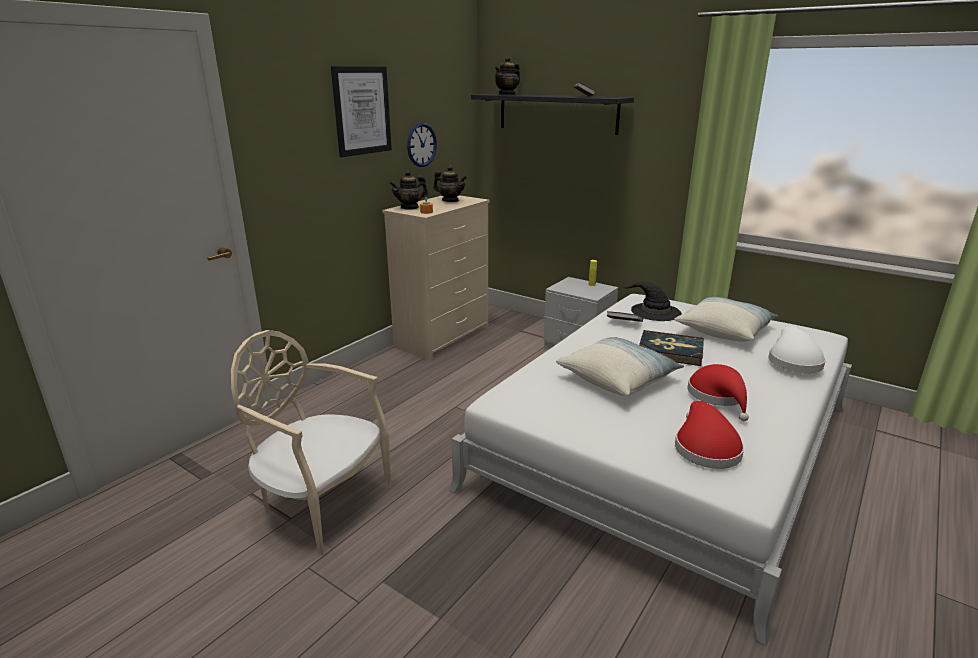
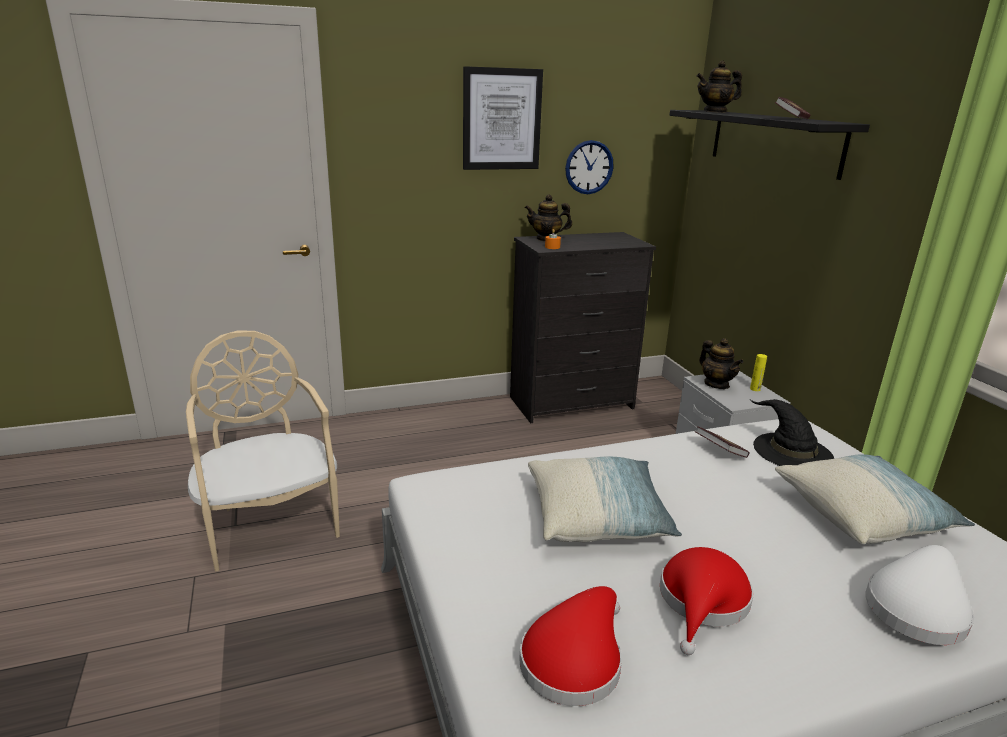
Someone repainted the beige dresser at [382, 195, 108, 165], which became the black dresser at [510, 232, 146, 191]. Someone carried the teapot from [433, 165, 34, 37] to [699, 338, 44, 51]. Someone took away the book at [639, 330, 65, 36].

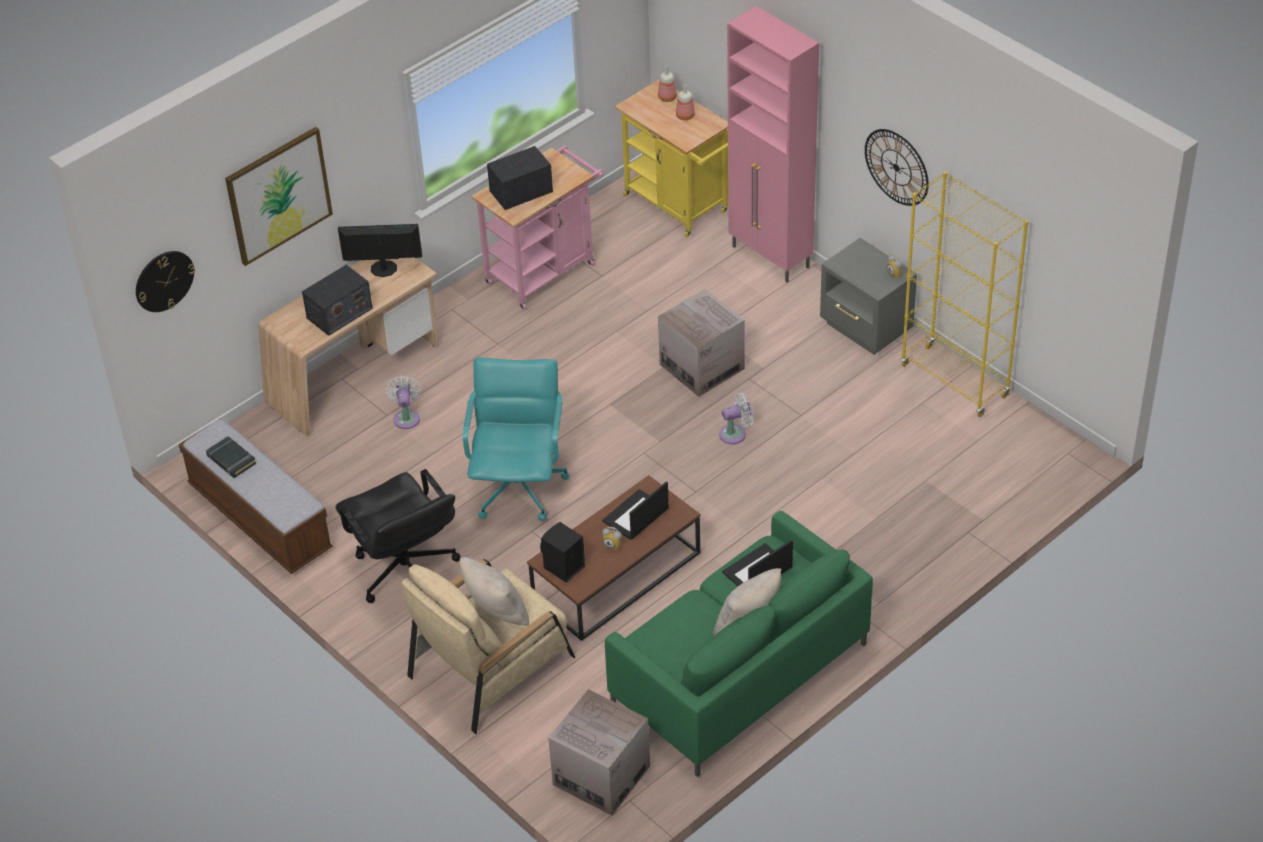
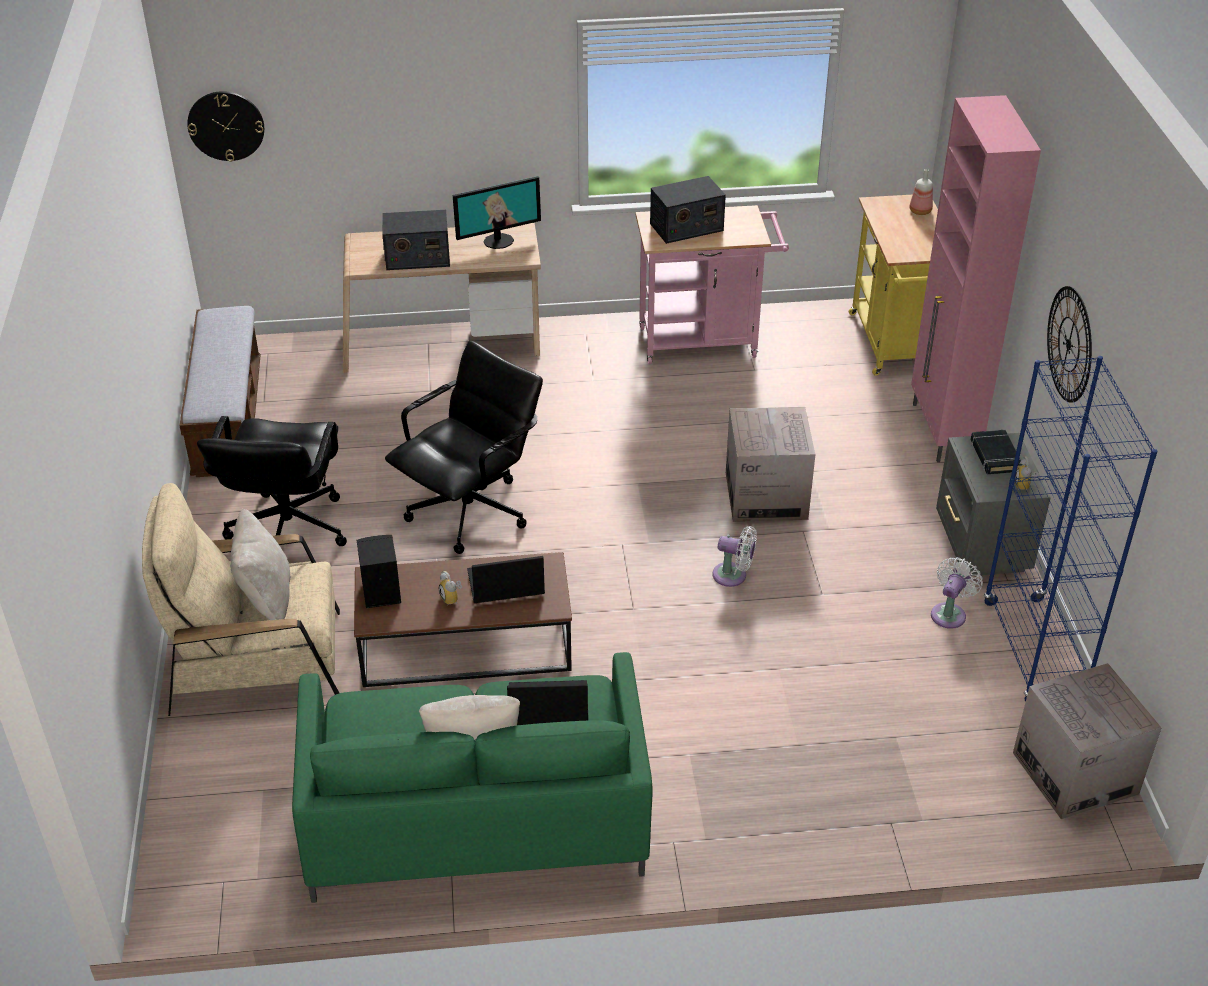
Someone repainted the turquoise office chair at [463, 357, 107, 164], which became the black office chair at [385, 341, 158, 213]. Someone rotated the monitor at [338, 224, 84, 53] by 120 degrees clockwise. Someone rotated the radio at [487, 146, 66, 64] by 150 degrees clockwise. Someone carried the white fan from [385, 375, 36, 54] to [931, 557, 52, 72]. Someone carried the black book from [206, 436, 50, 42] to [971, 430, 51, 44]. Someone repainted the yellow bookcase at [901, 171, 127, 246], which became the blue bookcase at [984, 356, 174, 346]. Someone carried the cardboard box from [548, 689, 102, 127] to [1013, 663, 149, 156]. Someone took away the picture at [225, 127, 108, 139]. Someone took away the bottle at [676, 84, 19, 36].

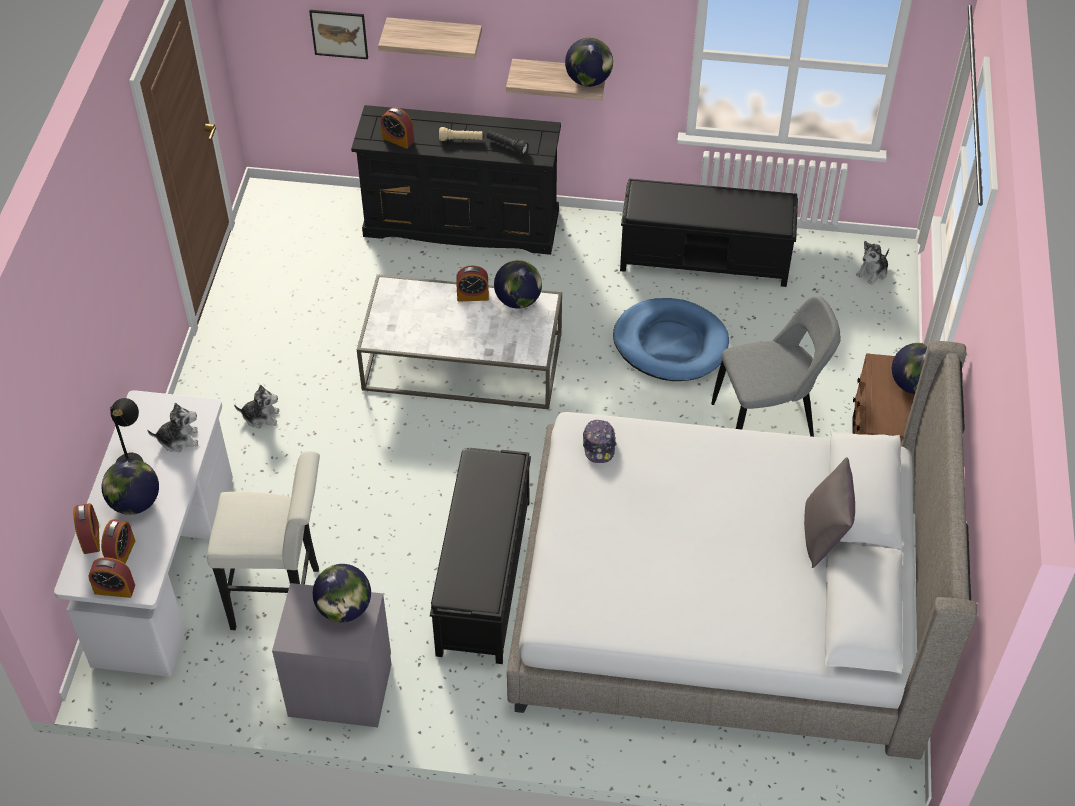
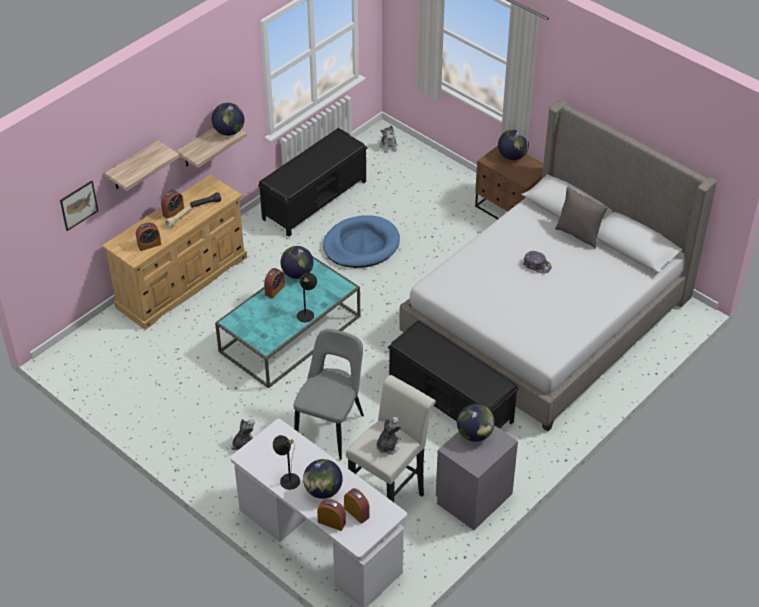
Someone repainted the black dresser at [351, 105, 210, 150], which became the beige dresser at [102, 174, 145, 156]. Someone carried the alarm clock from [88, 557, 47, 41] to [161, 189, 23, 29]. Someone repainted the white coffee table at [357, 274, 205, 135], which became the turquoise coffee table at [215, 256, 145, 132]. Someone carried the grey chair from [711, 296, 130, 141] to [293, 329, 71, 131]. Someone put down the black table lamp at [297, 273, 20, 49]. Someone carried the plush toy from [147, 403, 51, 49] to [376, 417, 25, 38]. Someone carried the cap from [583, 420, 33, 43] to [523, 251, 29, 22].

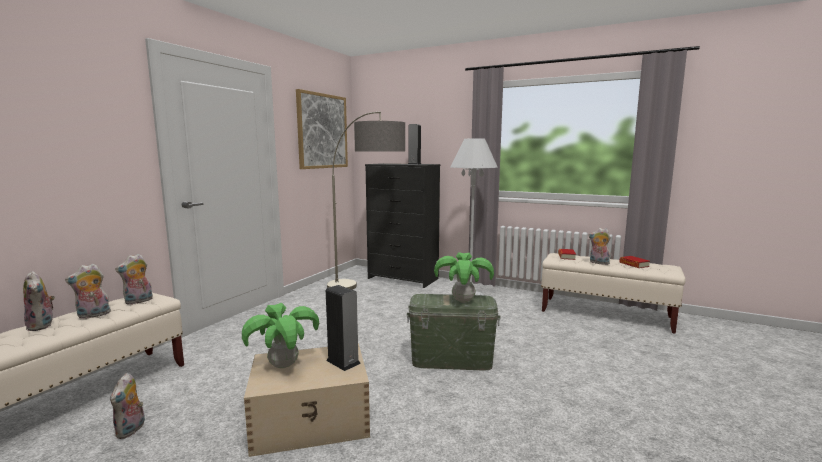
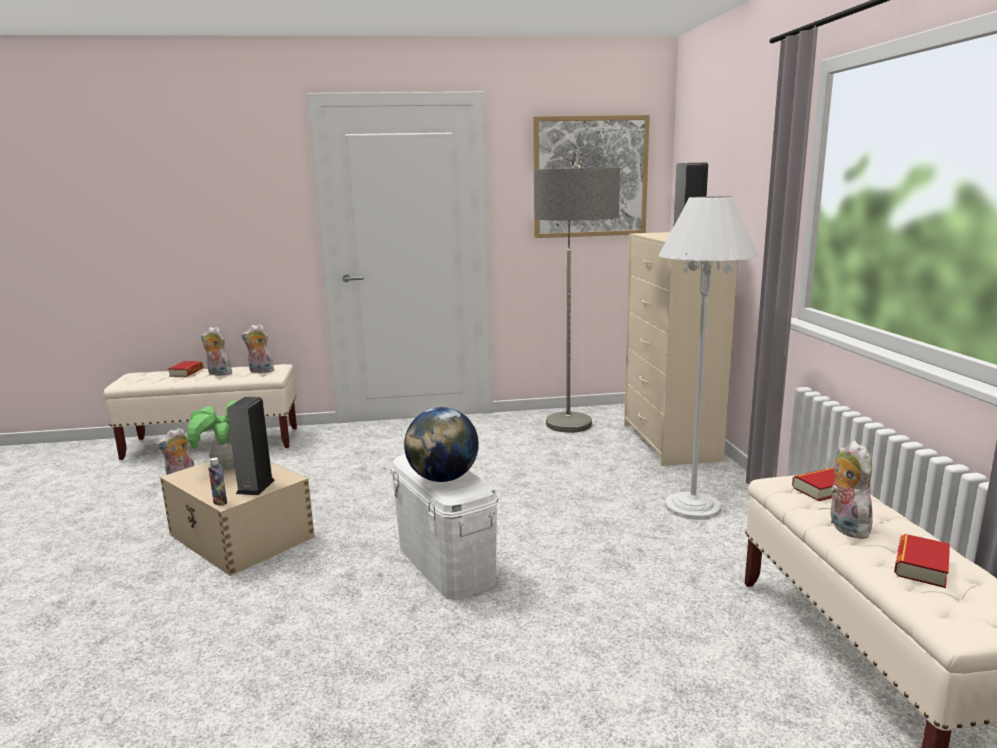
Someone swapped the plush toy at [23, 271, 32, 60] for the book at [168, 361, 35, 16]. Someone put down the bottle at [208, 458, 19, 48]. Someone repainted the green storage box at [407, 294, 93, 77], which became the white storage box at [391, 454, 107, 146]. Someone swapped the potted plant at [434, 252, 60, 51] for the globe at [404, 407, 75, 75]. Someone repainted the black dresser at [365, 163, 76, 125], which became the beige dresser at [624, 232, 114, 234].

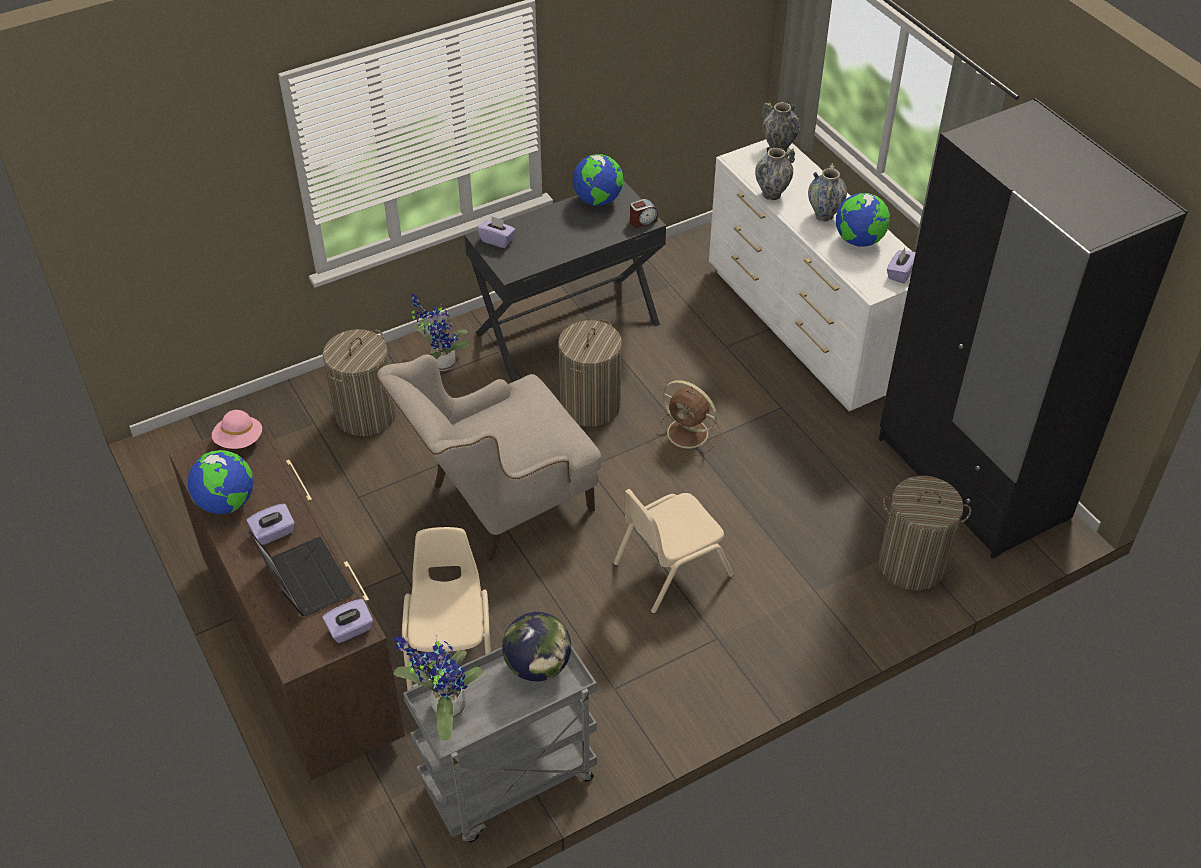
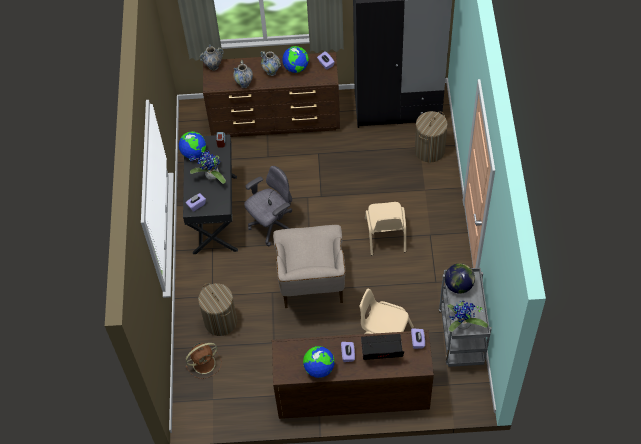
Someone carried the brown fan from [657, 380, 63, 76] to [186, 343, 35, 36]. Someone carried the potted plant from [411, 293, 58, 78] to [189, 149, 37, 35]. Someone repainted the white dresser at [709, 139, 203, 273], which became the brown dresser at [203, 52, 137, 85]. Someone swapped the laundry basket at [558, 320, 64, 107] for the grey office chair at [244, 166, 48, 80]. Someone took away the pink hat at [212, 410, 50, 39].

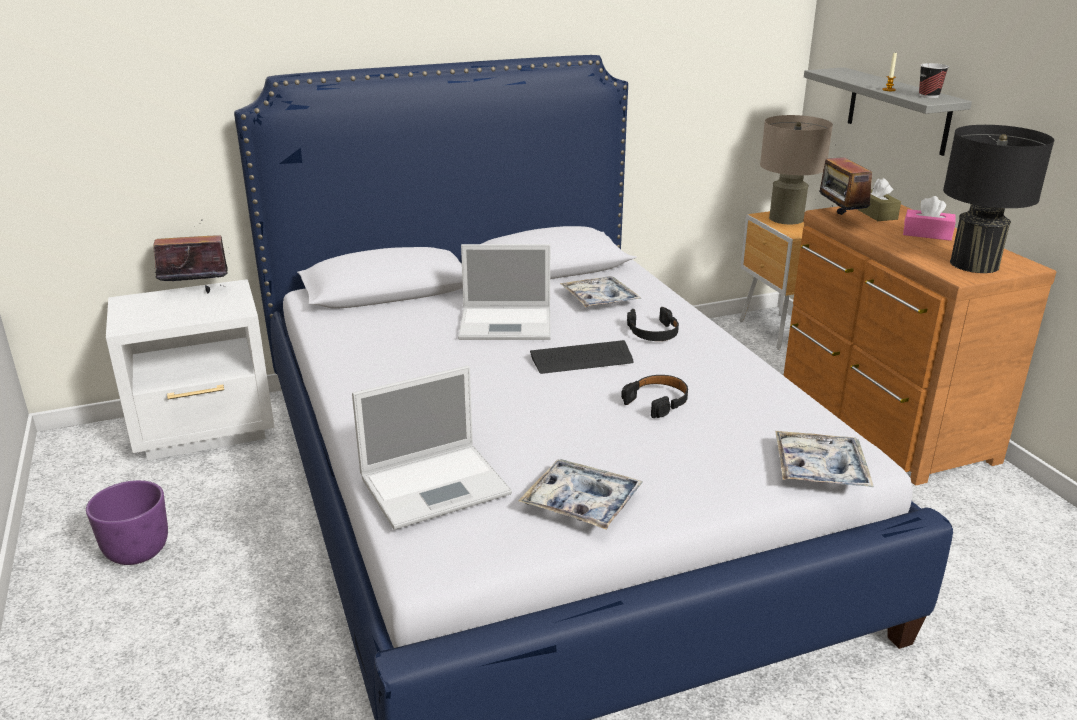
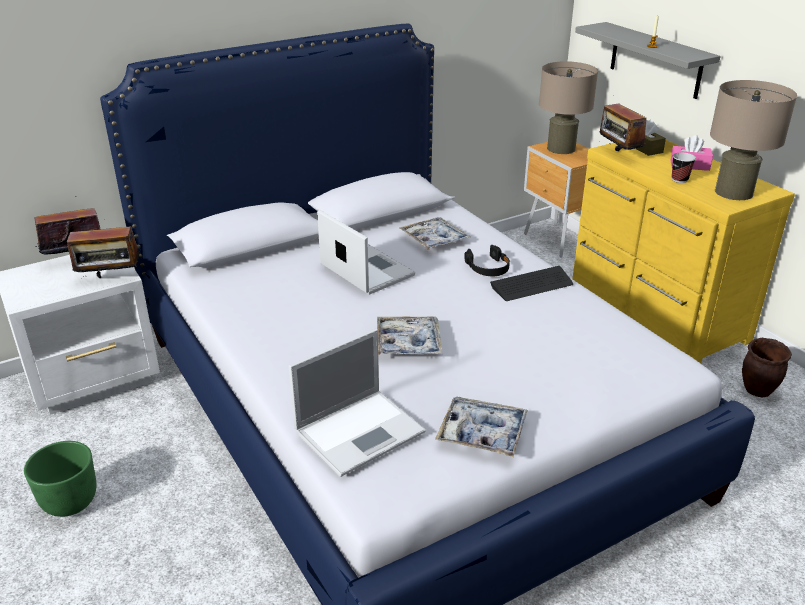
Someone repainted the purple planter at [86, 480, 82, 85], which became the green planter at [24, 441, 73, 76]. Someone put down the radio at [67, 226, 73, 53]. Someone rotated the laptop at [458, 244, 93, 96] by 120 degrees counterclockwise. Someone carried the tray from [775, 431, 99, 56] to [377, 316, 65, 39]. Someone carried the keyboard from [530, 340, 104, 34] to [490, 266, 83, 35]. Someone repainted the brown dresser at [783, 205, 273, 280], which became the yellow dresser at [572, 140, 223, 223]. Someone carried the cup from [919, 63, 30, 35] to [672, 152, 24, 31]. Someone repainted the black table lamp at [943, 125, 111, 148], which became the beige table lamp at [710, 80, 87, 120]. Someone put down the brown planter at [742, 338, 50, 60]. Someone took away the black headphones at [621, 375, 67, 43].

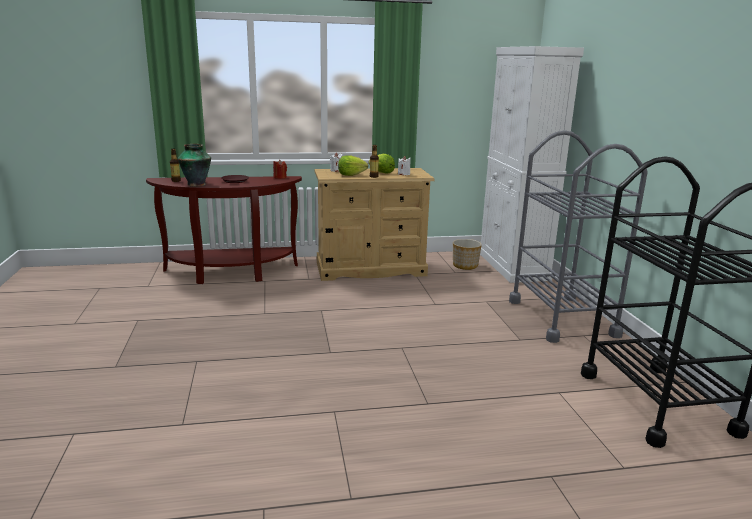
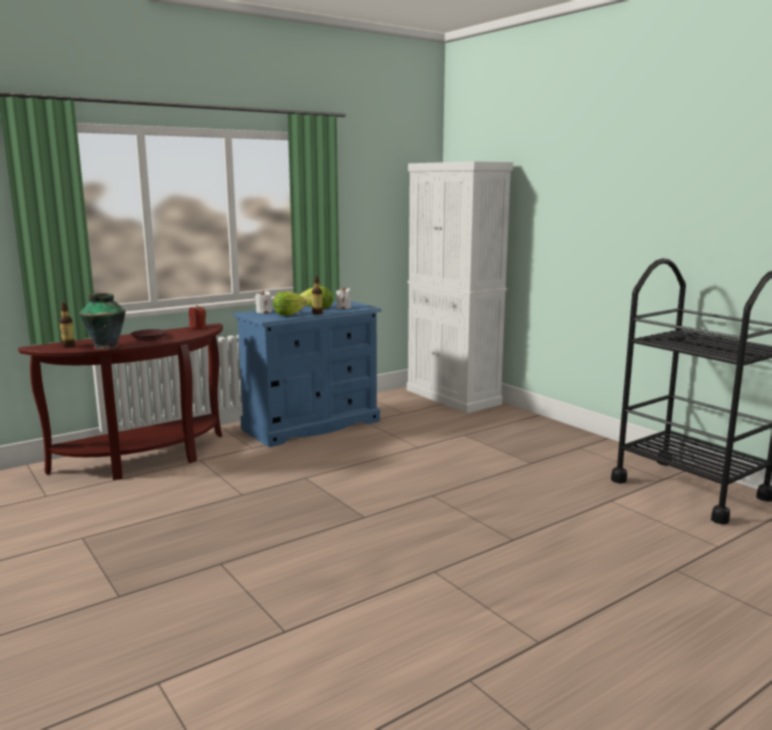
Someone repainted the beige dresser at [314, 168, 120, 113], which became the blue dresser at [234, 301, 147, 146]. Someone took away the planter at [453, 239, 29, 31]. Someone took away the grey cart at [509, 131, 139, 212].

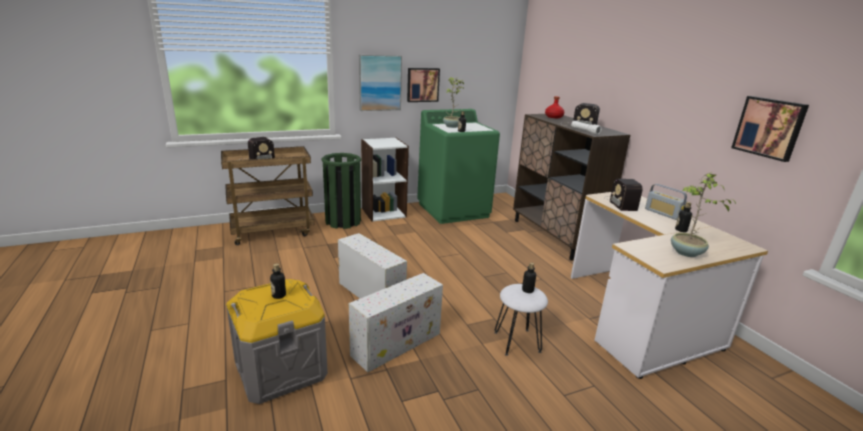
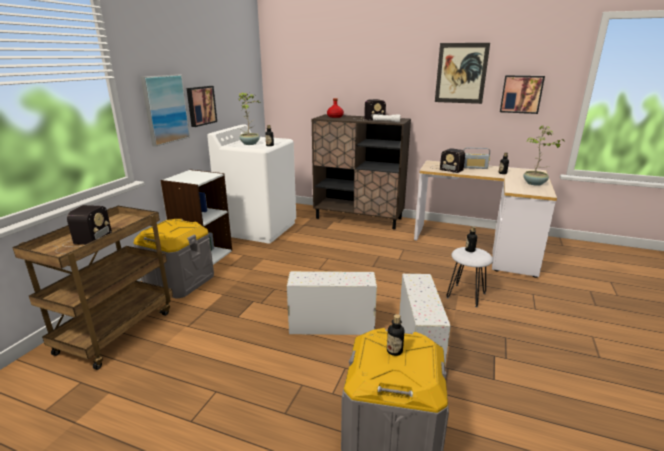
Someone swapped the green trash can at [321, 153, 40, 76] for the grey storage box at [134, 219, 80, 80]. Someone repainted the green washing machine at [417, 109, 83, 115], which became the white washing machine at [207, 124, 89, 120]. Someone put up the picture at [435, 43, 55, 61].

